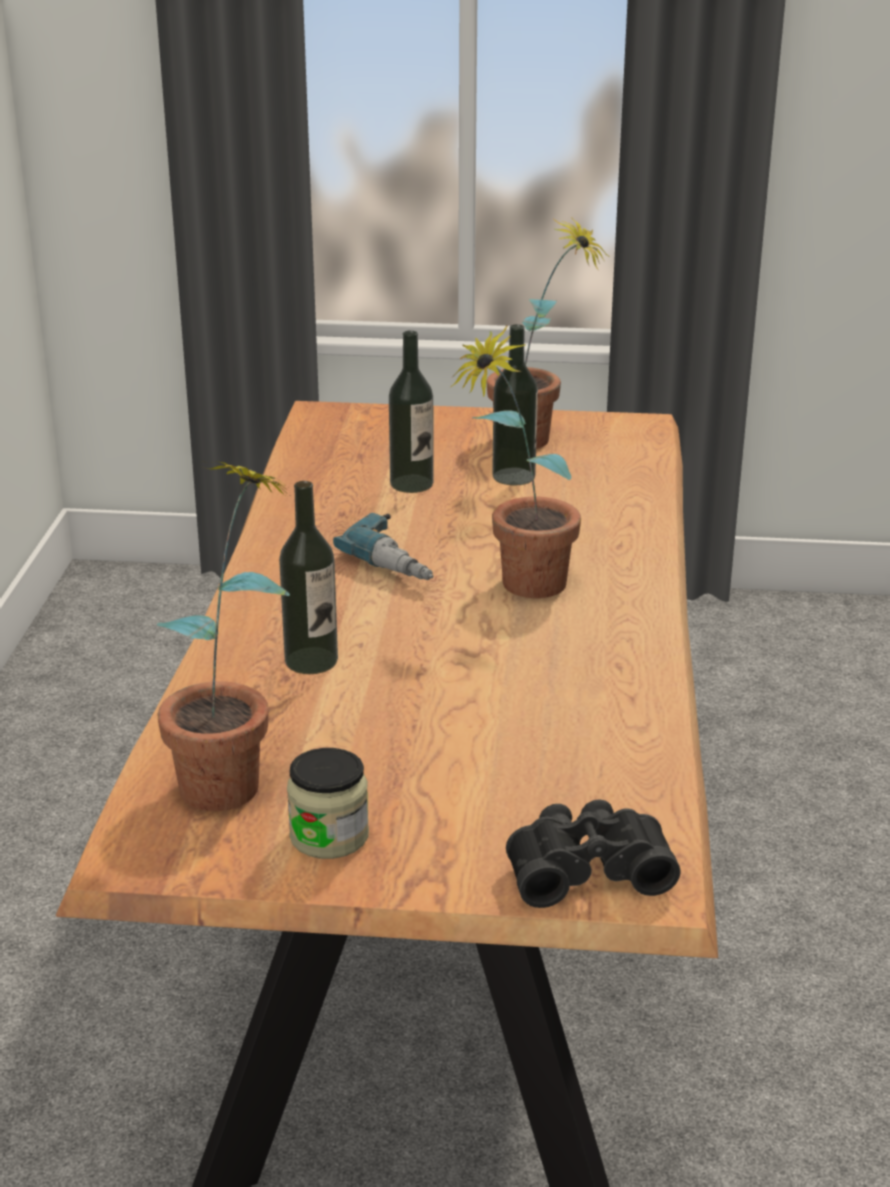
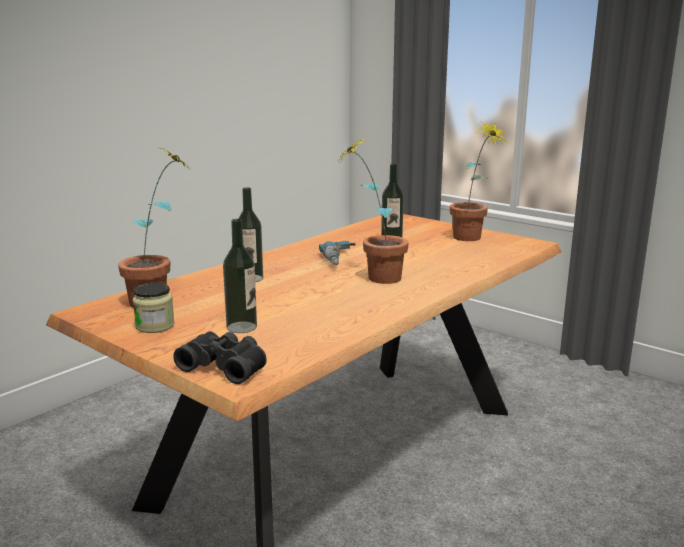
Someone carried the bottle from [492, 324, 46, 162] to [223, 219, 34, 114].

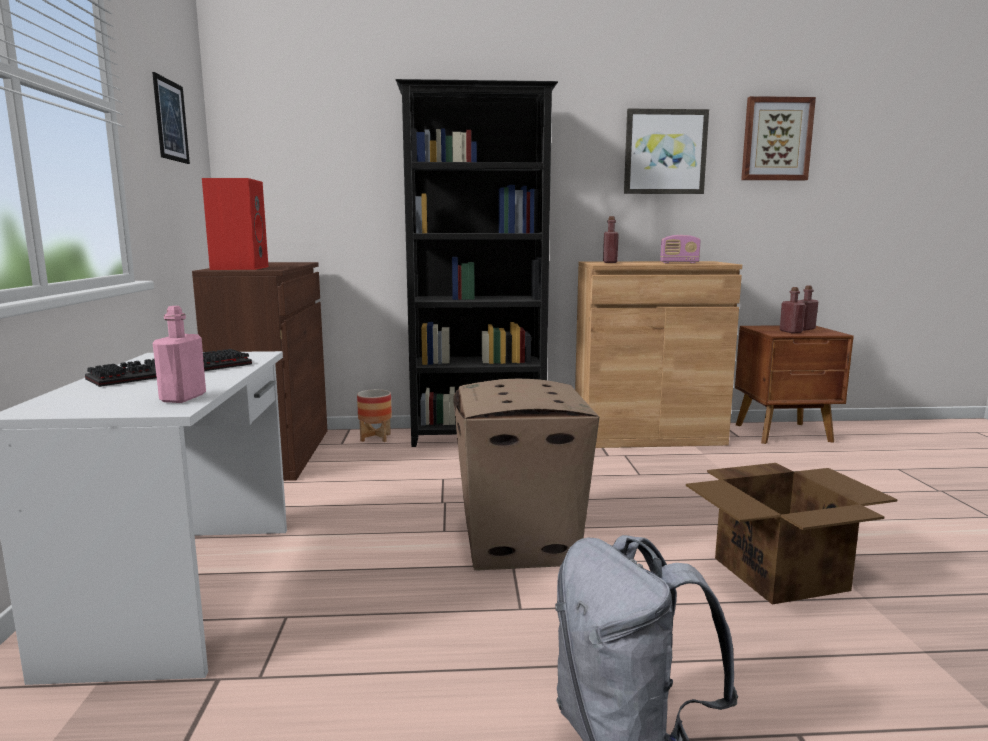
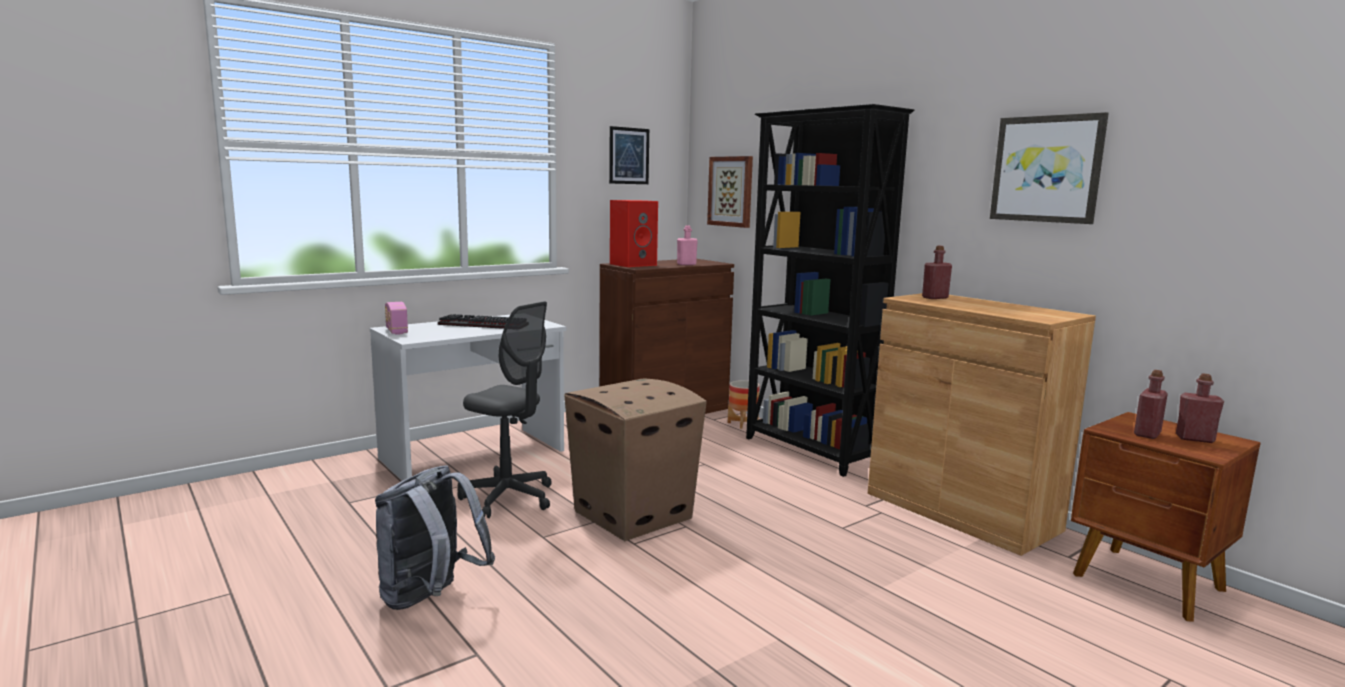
Someone carried the radio from [660, 235, 41, 28] to [385, 302, 23, 32]. Someone put down the grey office chair at [457, 301, 95, 217]. Someone carried the pink bottle from [153, 306, 53, 97] to [677, 225, 21, 40]. Someone carried the picture from [741, 96, 75, 84] to [707, 156, 46, 72]. Someone took away the cardboard box at [686, 463, 212, 142].

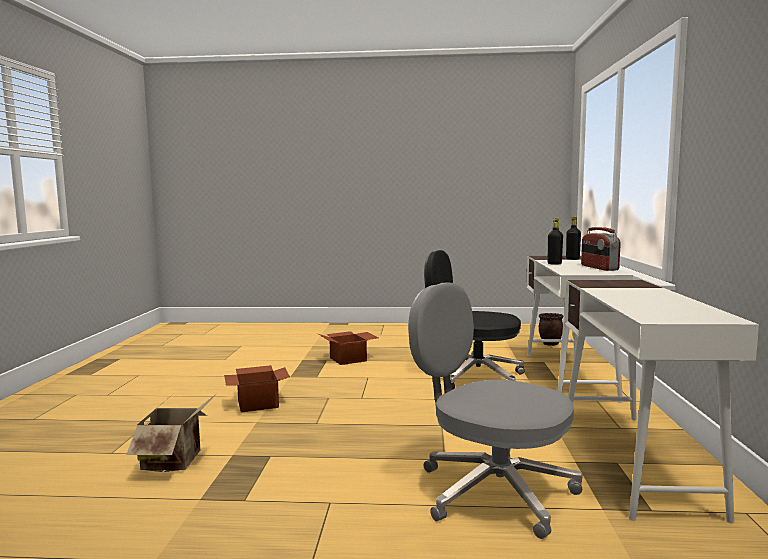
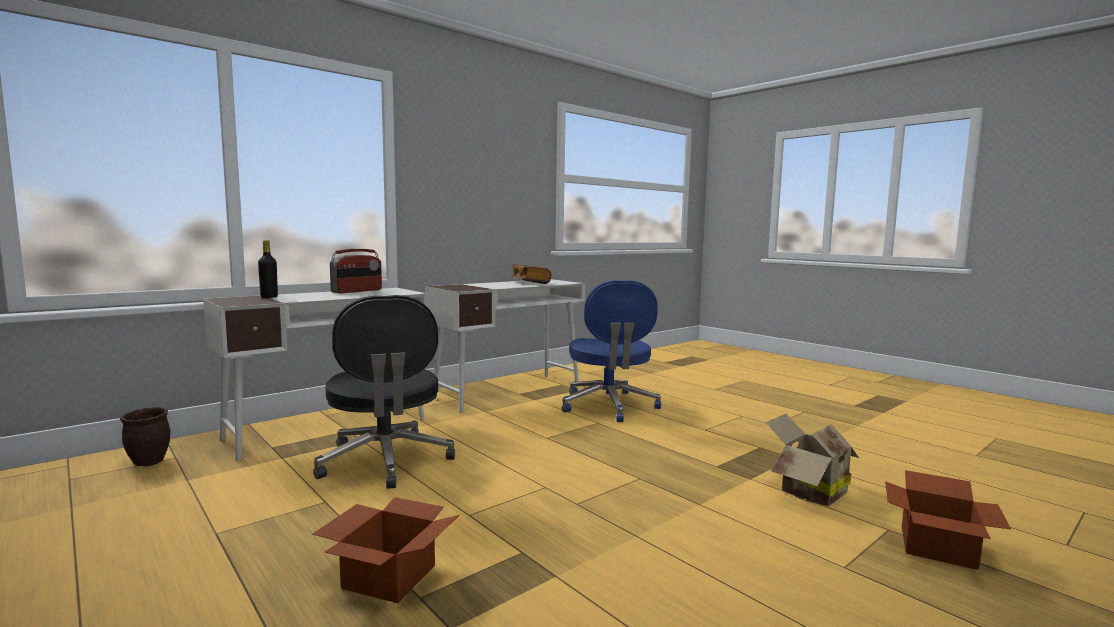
Someone put down the book at [511, 264, 40, 20]. Someone repainted the grey office chair at [408, 283, 175, 256], which became the blue office chair at [562, 280, 99, 142]. Someone carried the cardboard box from [224, 365, 66, 47] to [885, 470, 126, 100]. Someone took away the black bottle at [548, 218, 15, 47].

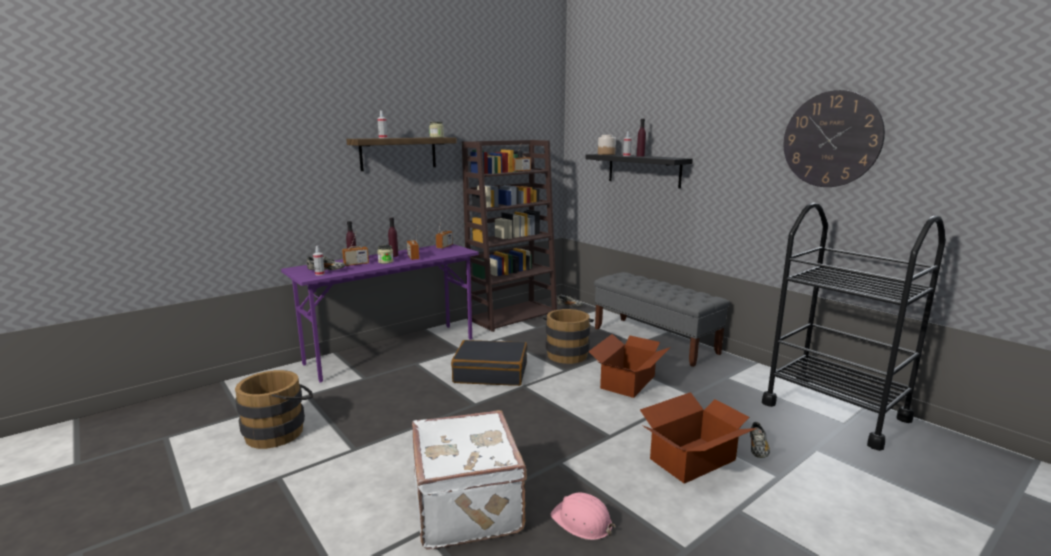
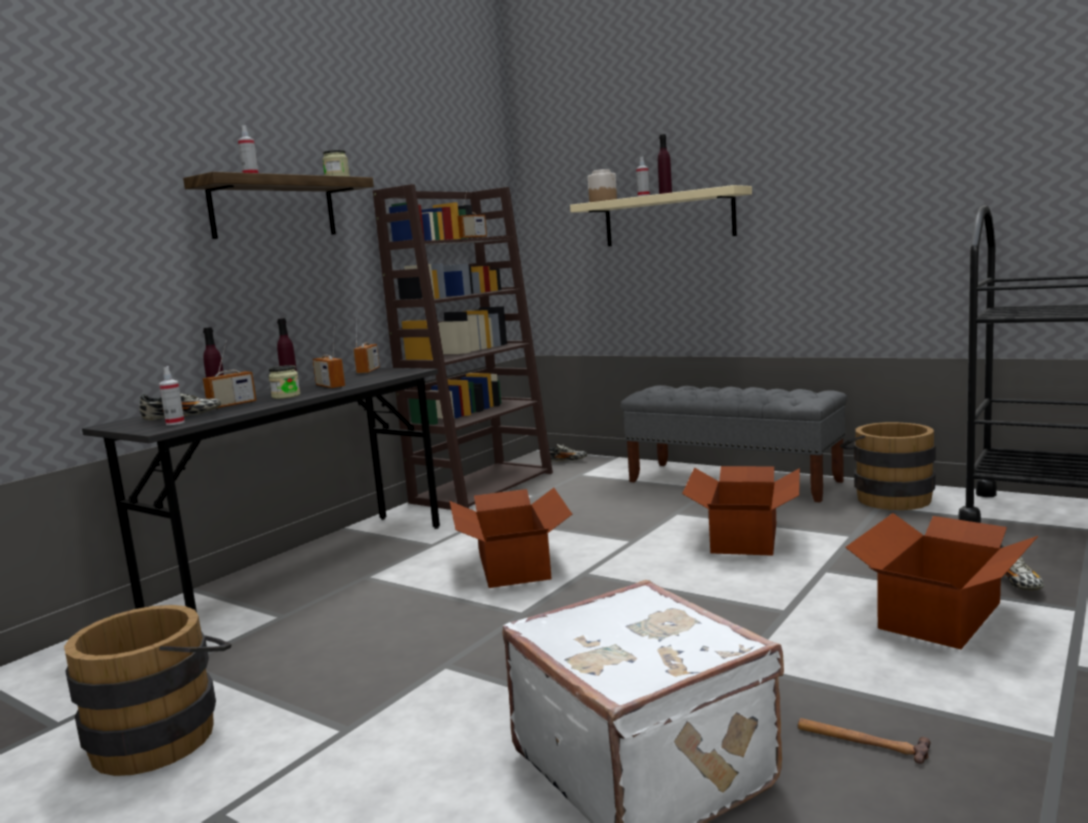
Someone repainted the purple desk at [281, 244, 198, 139], which became the grey desk at [82, 368, 358, 244]. Someone swapped the black suitcase at [451, 340, 76, 46] for the cardboard box at [450, 488, 122, 100]. Someone repainted the black shelf at [585, 154, 108, 34], which became the beige shelf at [570, 185, 182, 61]. Someone swapped the pink hard hat at [550, 493, 66, 47] for the hammer at [798, 718, 132, 46]. Someone carried the brown bucket from [542, 309, 52, 55] to [840, 422, 96, 88]. Someone took away the wall clock at [784, 90, 101, 97].

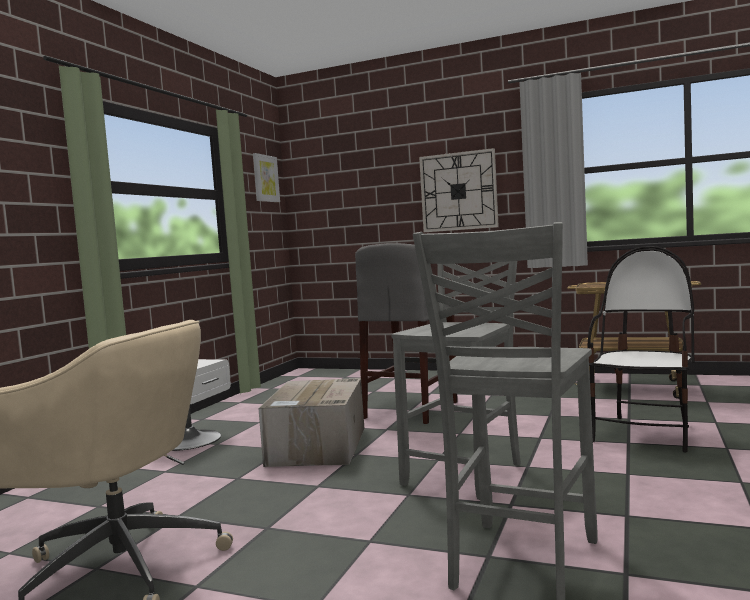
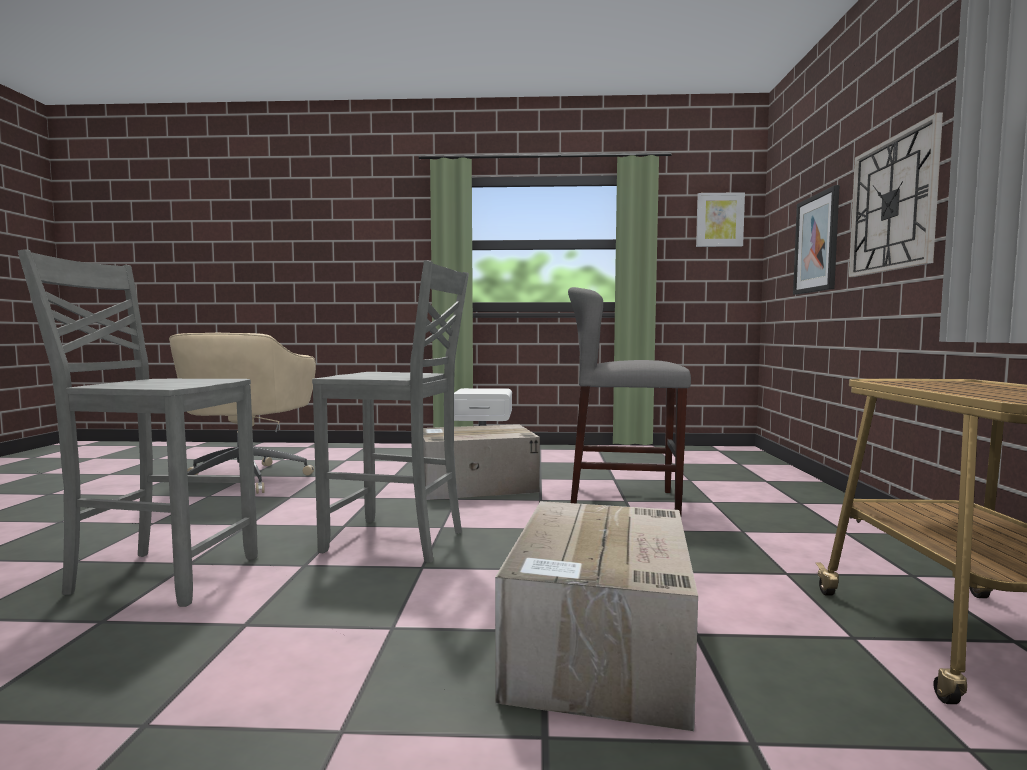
Someone swapped the chair at [588, 246, 106, 207] for the cardboard box at [495, 501, 203, 230]. Someone put up the picture at [793, 185, 47, 110].

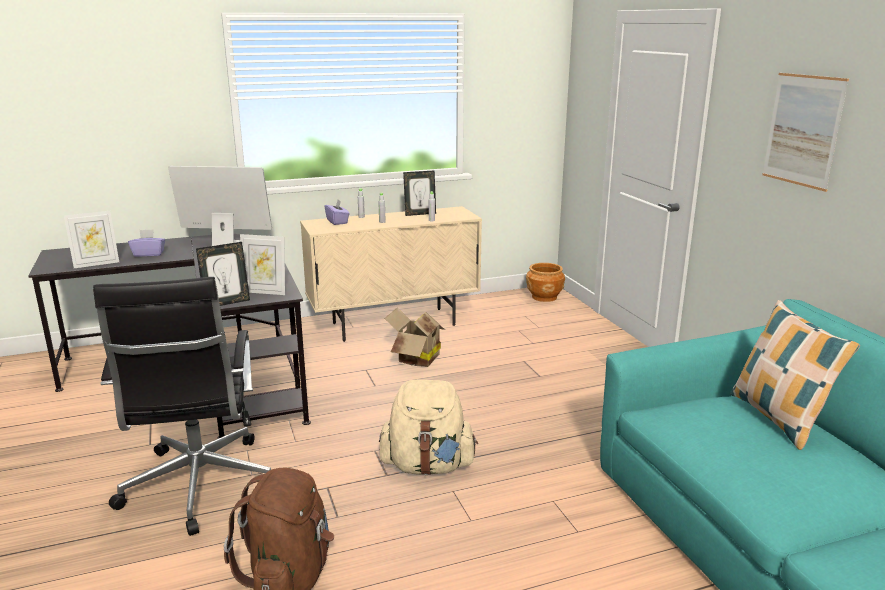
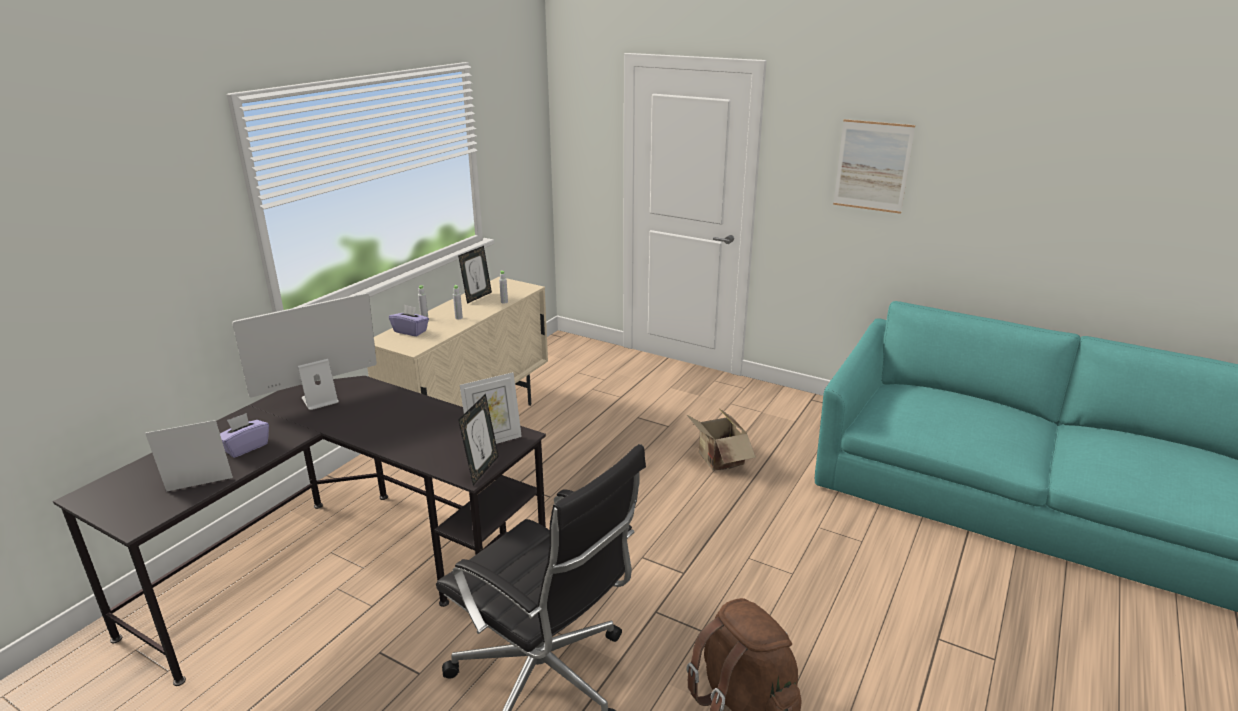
Someone rotated the picture frame at [64, 211, 55, 57] by 135 degrees counterclockwise. Someone carried the cardboard box from [384, 308, 61, 59] to [686, 408, 70, 63]. Someone took away the beige backpack at [379, 380, 99, 95]. Someone took away the brown planter at [526, 263, 39, 39]. Someone took away the pillow at [730, 300, 130, 150].

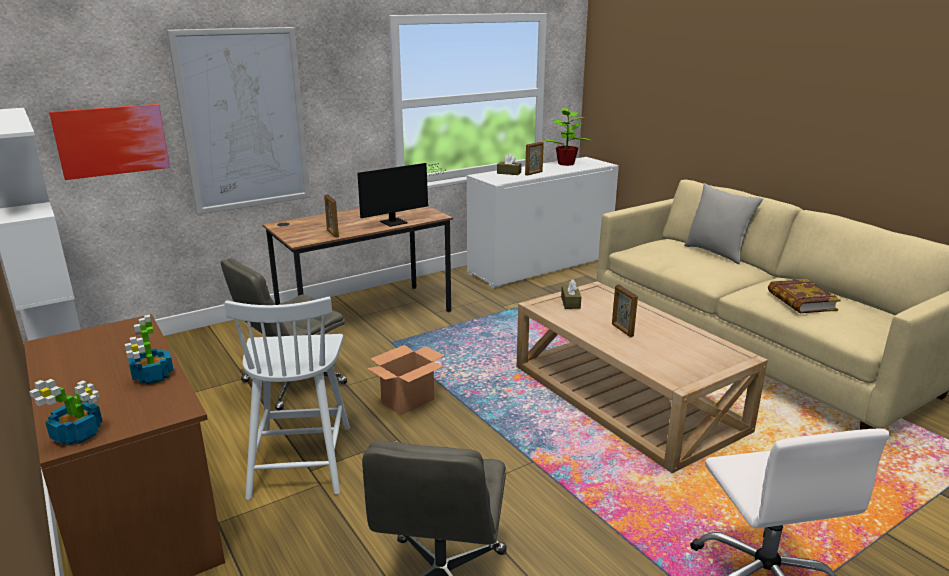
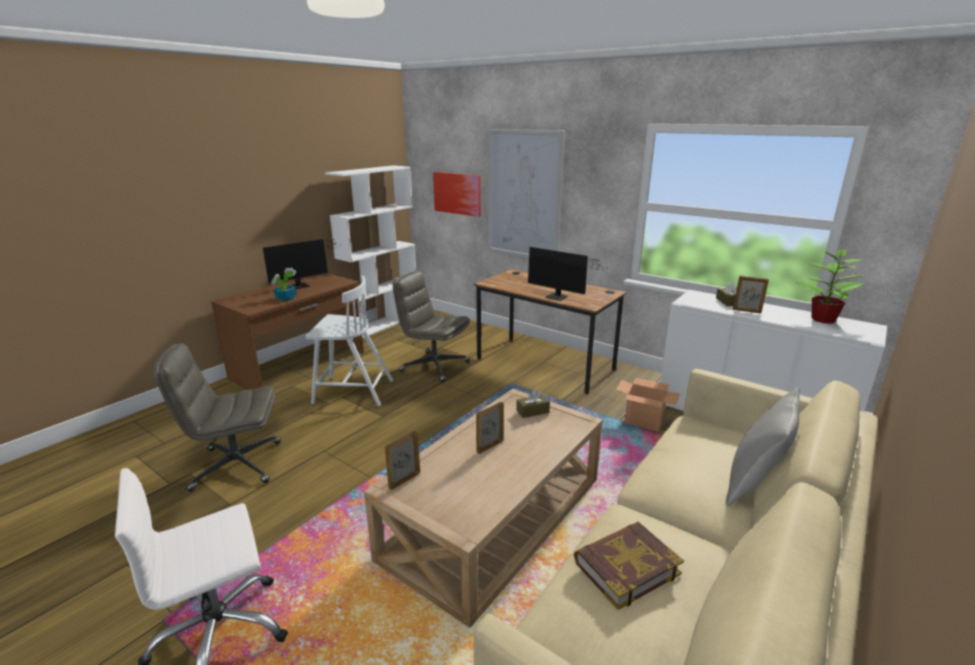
Someone put down the monitor at [263, 239, 76, 50]. Someone rotated the white chair at [224, 297, 126, 203] by 150 degrees counterclockwise. Someone carried the picture frame from [324, 194, 15, 44] to [385, 431, 35, 59]. Someone carried the cardboard box from [367, 345, 77, 70] to [616, 378, 64, 54]. Someone took away the potted plant at [29, 379, 74, 67].

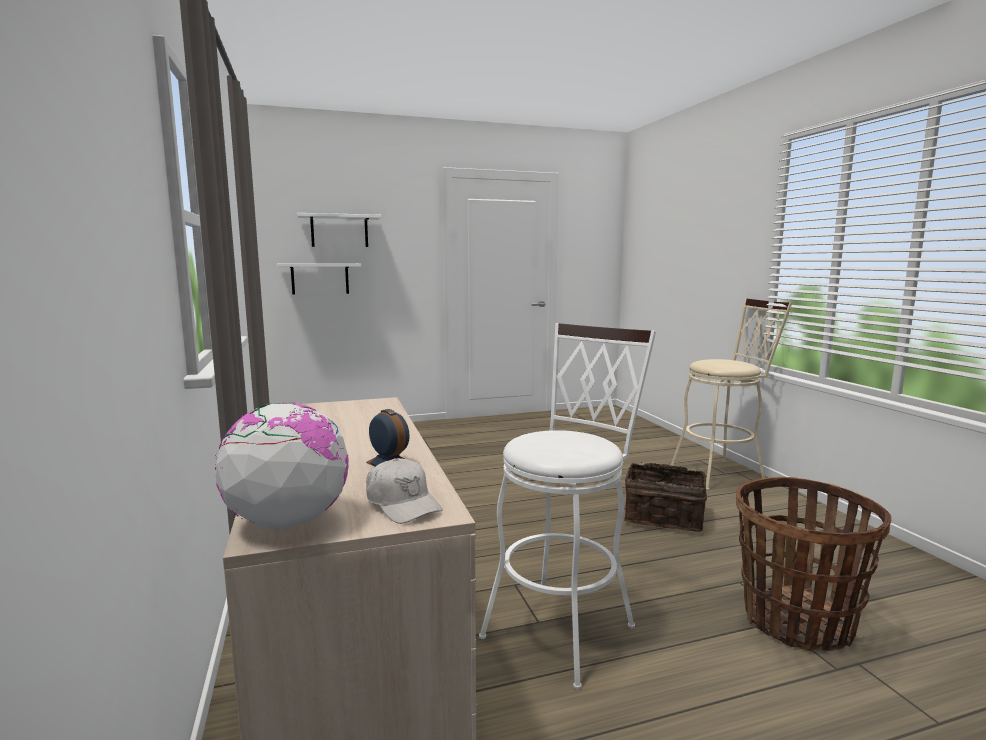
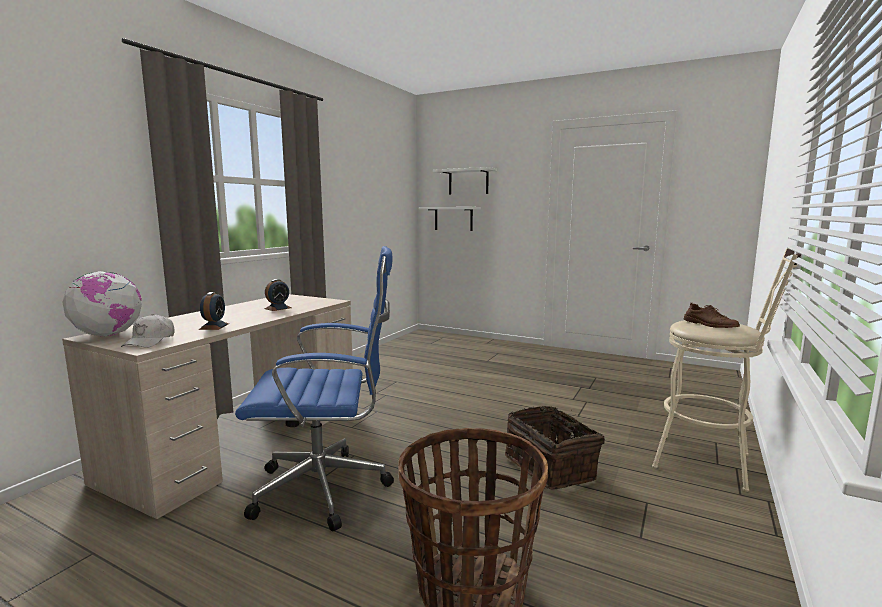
Someone swapped the white stool at [479, 323, 177, 367] for the blue office chair at [235, 246, 159, 285]. Someone put down the alarm clock at [265, 279, 26, 32]. Someone put down the brown shoe at [684, 303, 56, 25].

